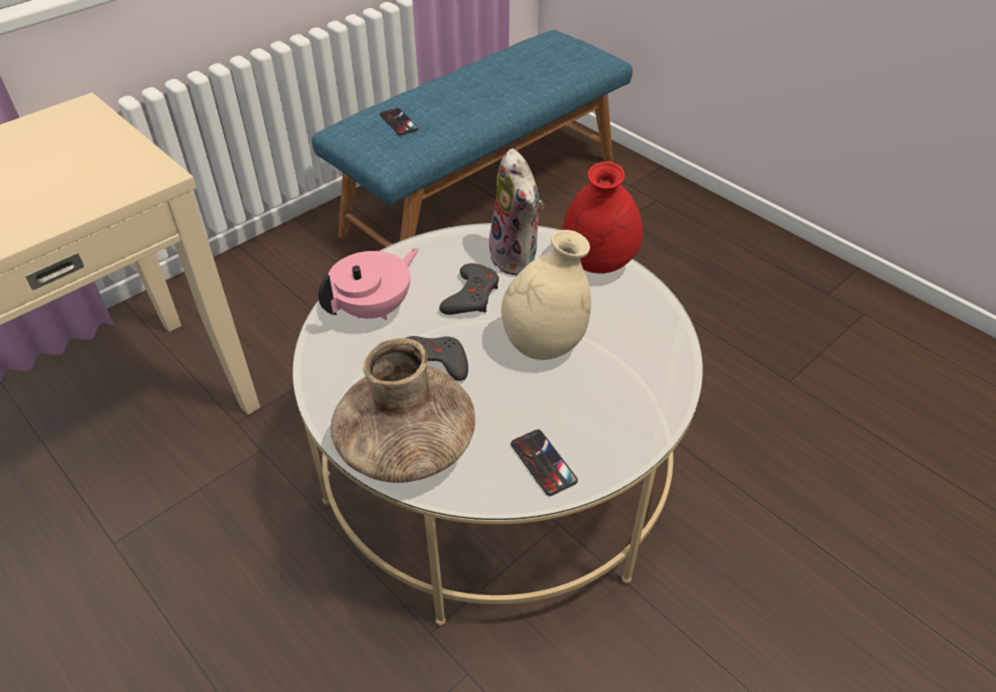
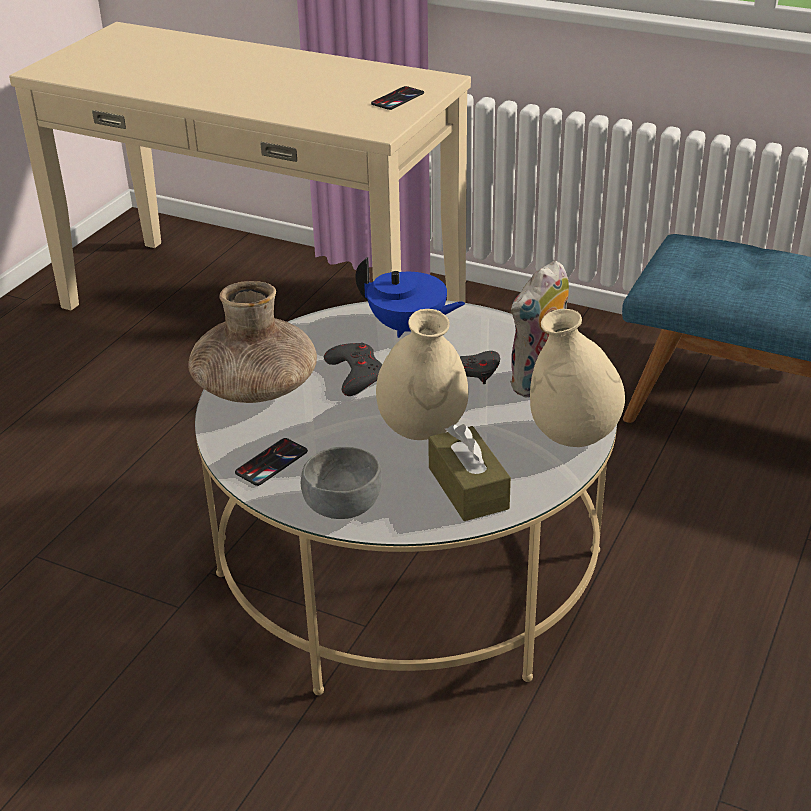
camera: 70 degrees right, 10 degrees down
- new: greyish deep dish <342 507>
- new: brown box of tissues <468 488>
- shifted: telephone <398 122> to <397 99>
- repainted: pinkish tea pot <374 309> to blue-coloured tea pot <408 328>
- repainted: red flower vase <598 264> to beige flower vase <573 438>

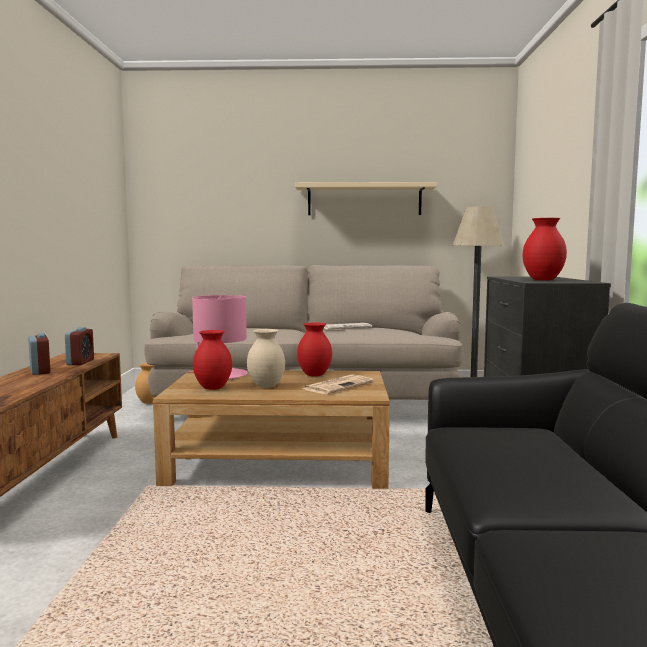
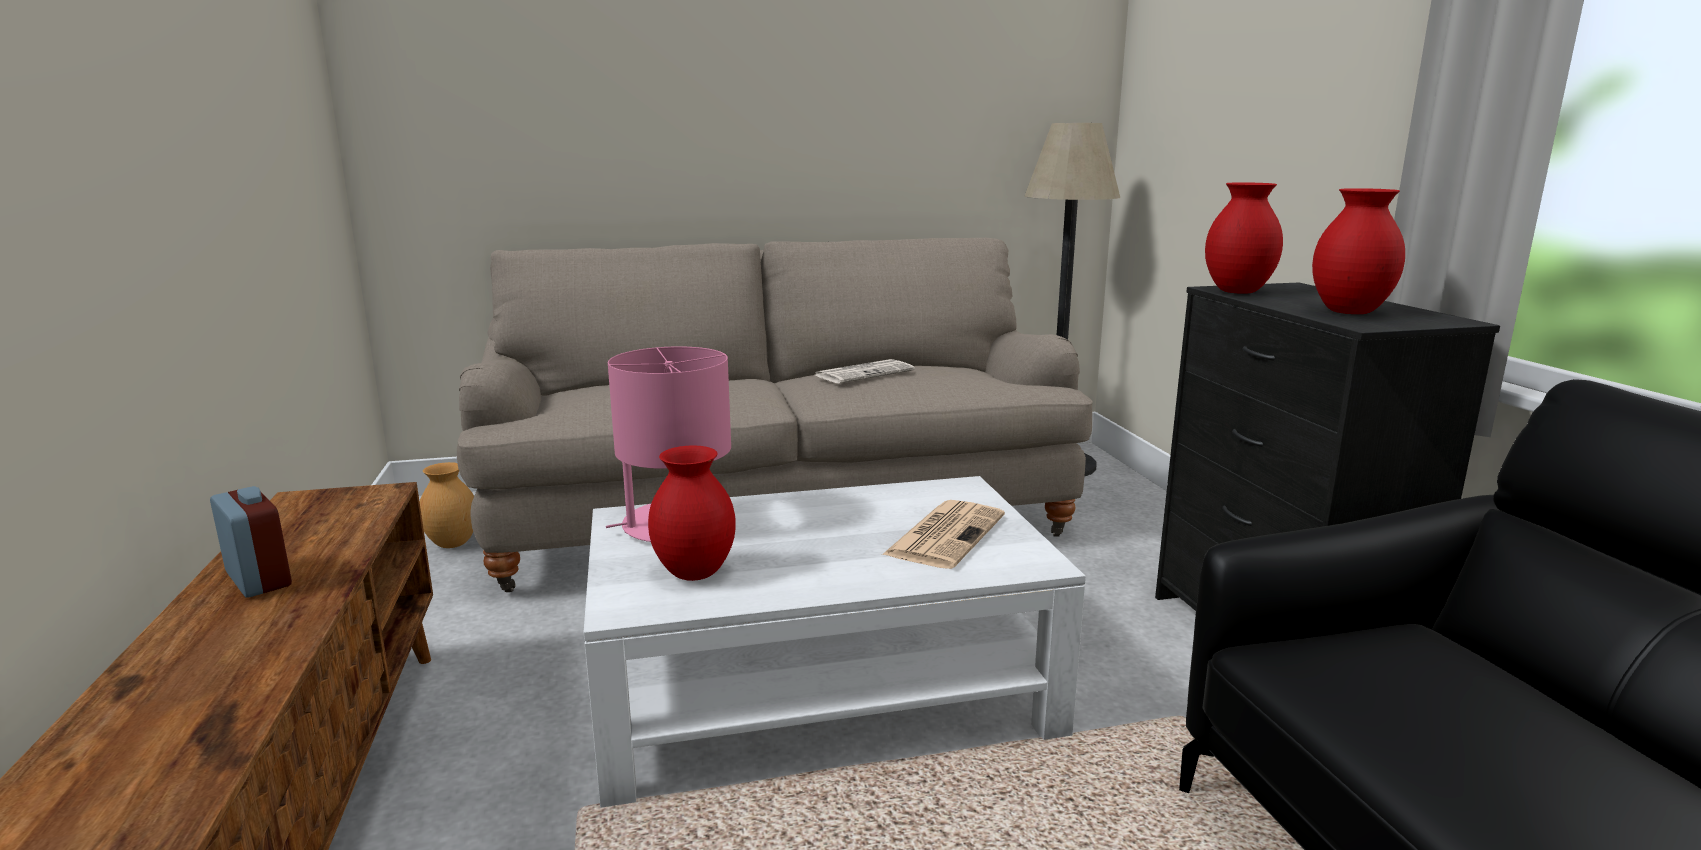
camera: 15 degrees left, 10 degrees up
- gone: table clock <80 362>
- gone: beige flower vase <265 386>
- gone: beige shelf <364 200>
- shifted: red flower vase <315 375> to <1237 291>
- repainted: brown low table <280 463> to whitish low table <822 690>

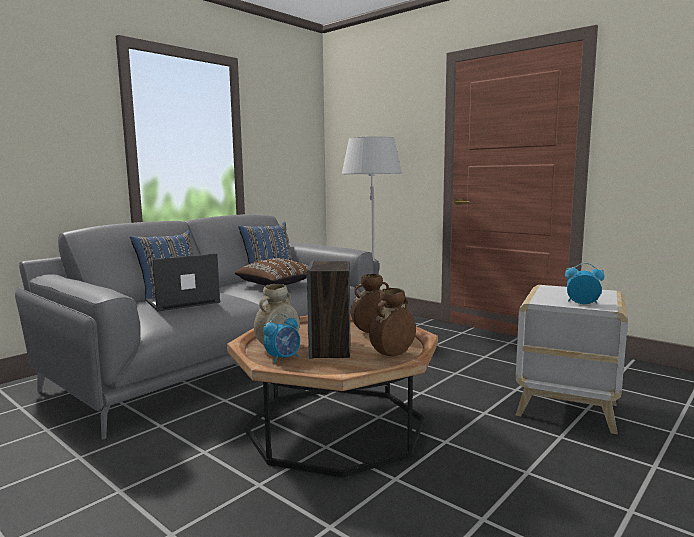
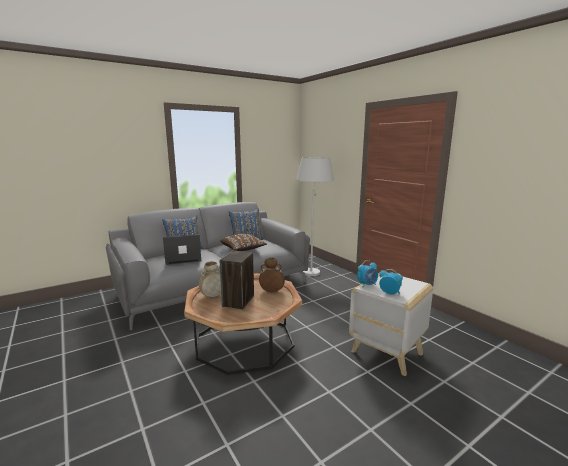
camera: 15 degrees right, 5 degrees up
- gone: brown flower vase <392 354>
- shifted: table clock <283 358> to <367 285>

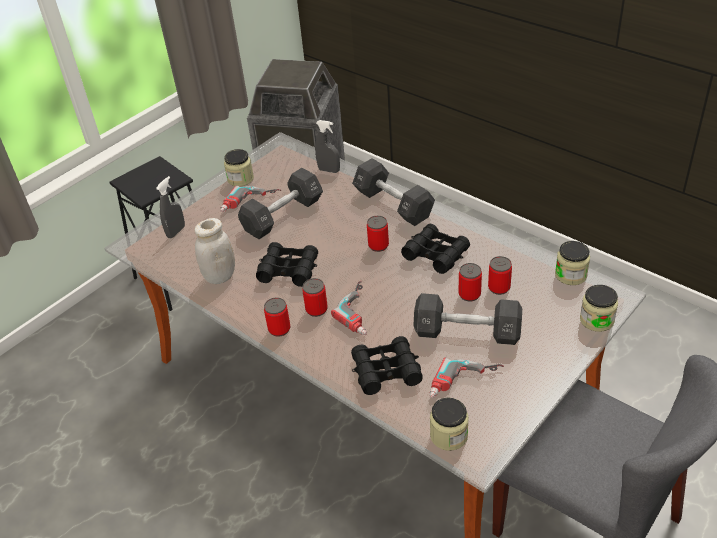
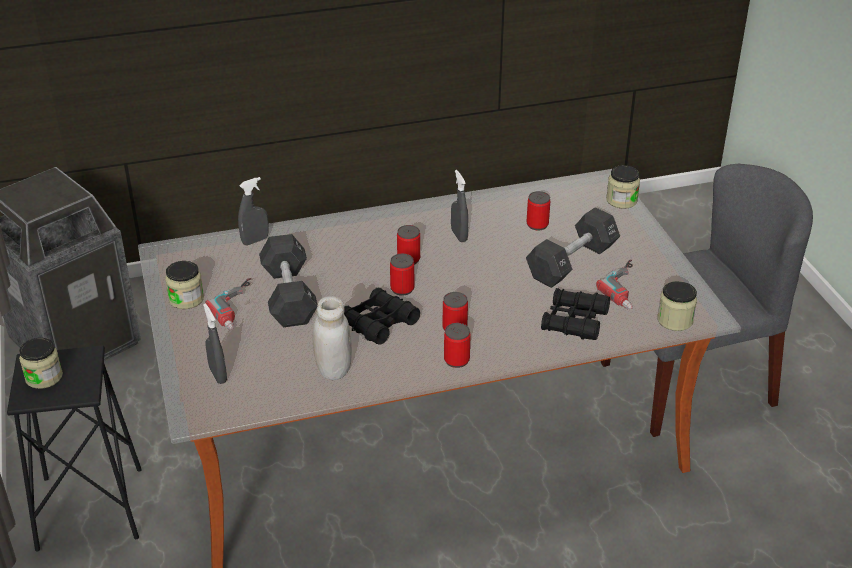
camera: 60 degrees left, 5 degrees down
- gone: electric drill <362 311>
- gone: blackish hand weight <393 204>
- shifted: sealed can <469 294> to <402 289>
- shifted: storage jar <570 275> to <44 377>
- swapped: blackish binoculars <436 254> to greyish spray bottle <459 235>

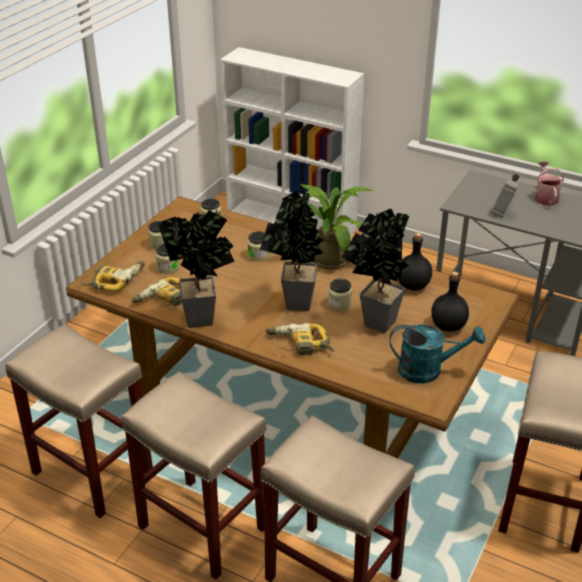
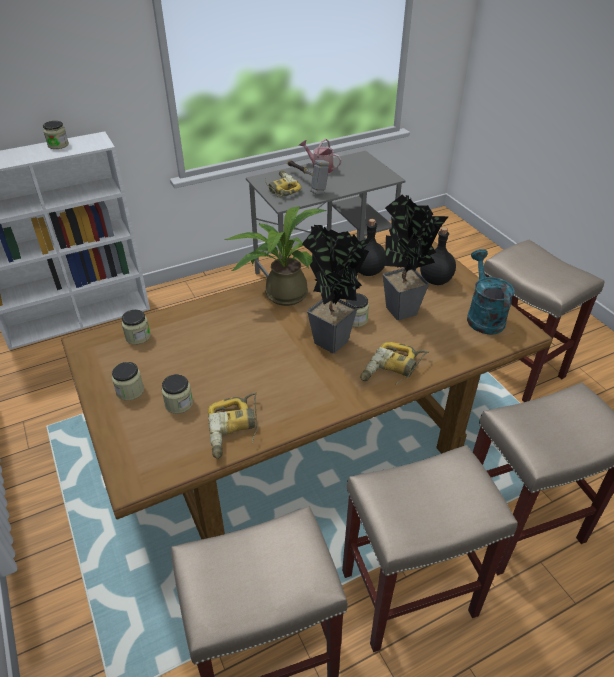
camera: 55 degrees left, 5 degrees up
- gone: potted plant <205 320>
- shifted: electric drill <115 278> to <280 188>
- shifted: storage jar <258 255> to <58 145>
- rotated: blue-green watering pot <428 370> = <483 316> 45 degrees counterclockwise

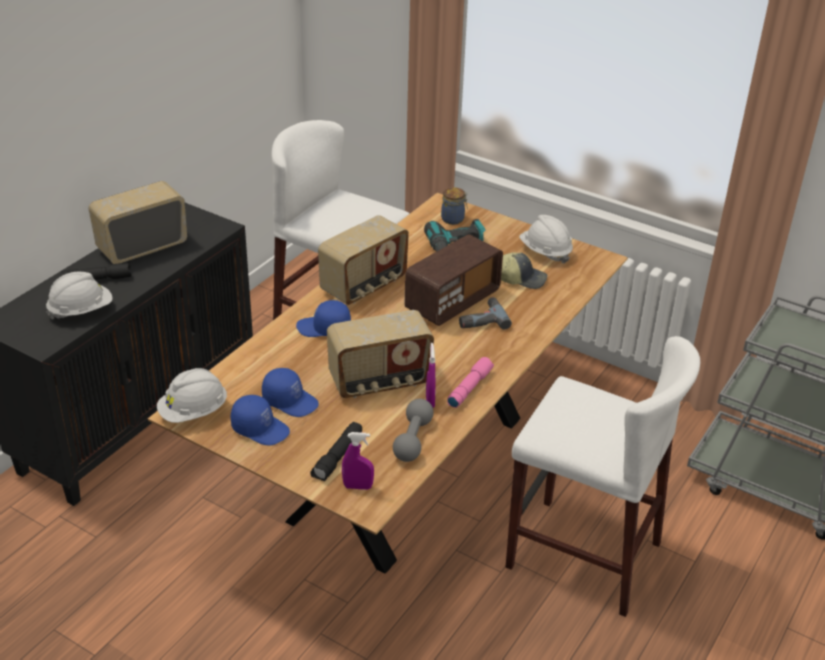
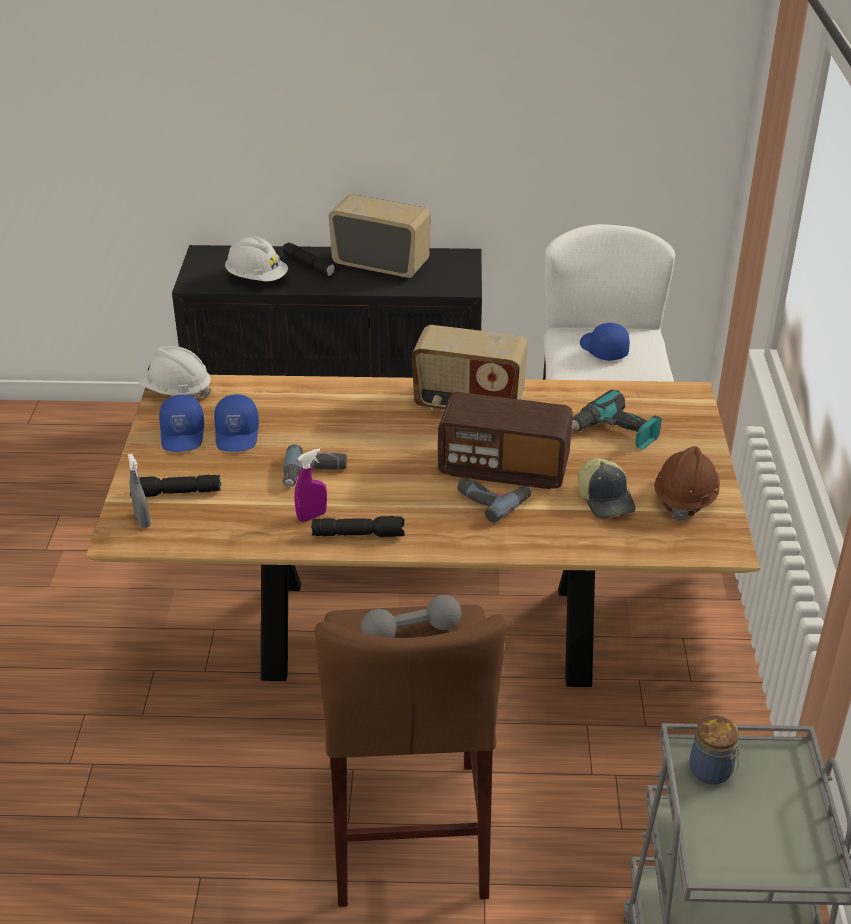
camera: 60 degrees right, 0 degrees up
- shifted: blue-coloured baseball cap <324 328> to <602 349>
- shifted: greyish hand weight <413 440> to <411 632>
- shifted: storage jar <453 219> to <712 771>
- swapped: radio receiver <380 382> to electric drill <314 474>
- repainted: purple-coloured spray bottle <358 486> to greyish spray bottle <142 520>
- repainted: pinkish hand torch <469 387> to blackish hand torch <359 534>
- repainted: whitish sitting stool <583 554> to brown sitting stool <410 830>
- repainted: whitish hard hat <545 252> to brown hard hat <685 499>

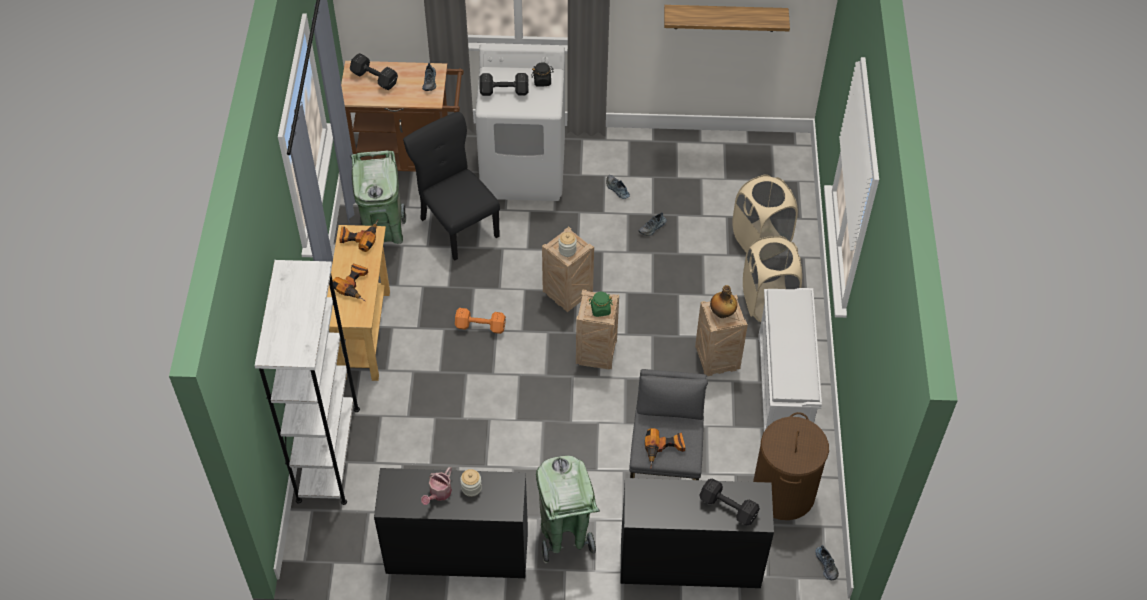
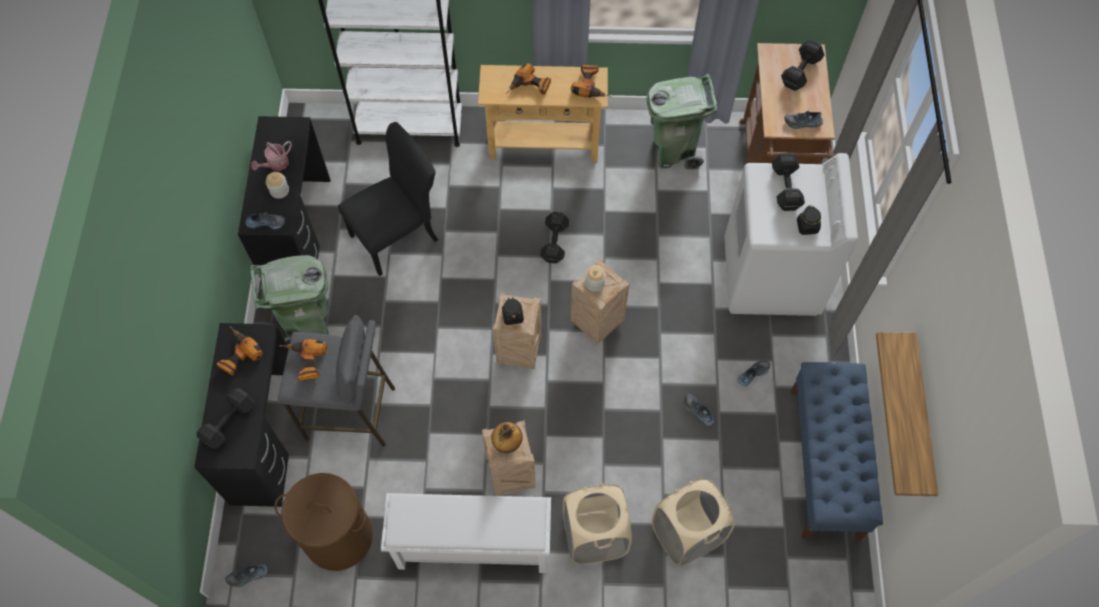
camera: 90 degrees right, 10 degrees up
- new: electric drill <237 355>
- new: item of footwear <266 222>
- new: blue-coloured long seat <824 463>
- shifted: blackish plain chair <458 225> to <397 236>
- repainted: orange-coloured hand weight <479 326> to blackish hand weight <555 241>
- repainted: greenish storage jar <600 310> to blackish storage jar <512 316>
- rotated: watering pot <438 494> = <276 164> 75 degrees counterclockwise

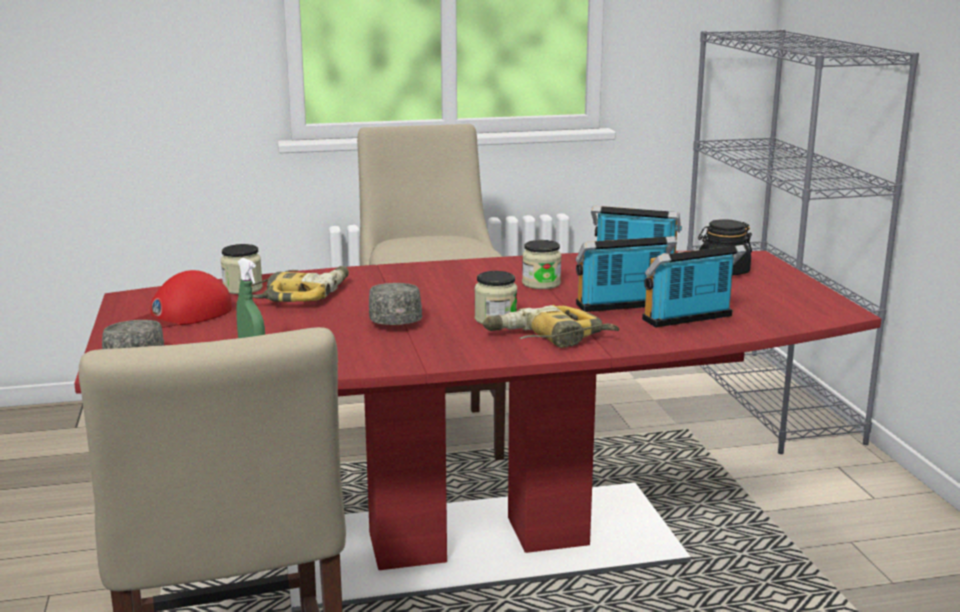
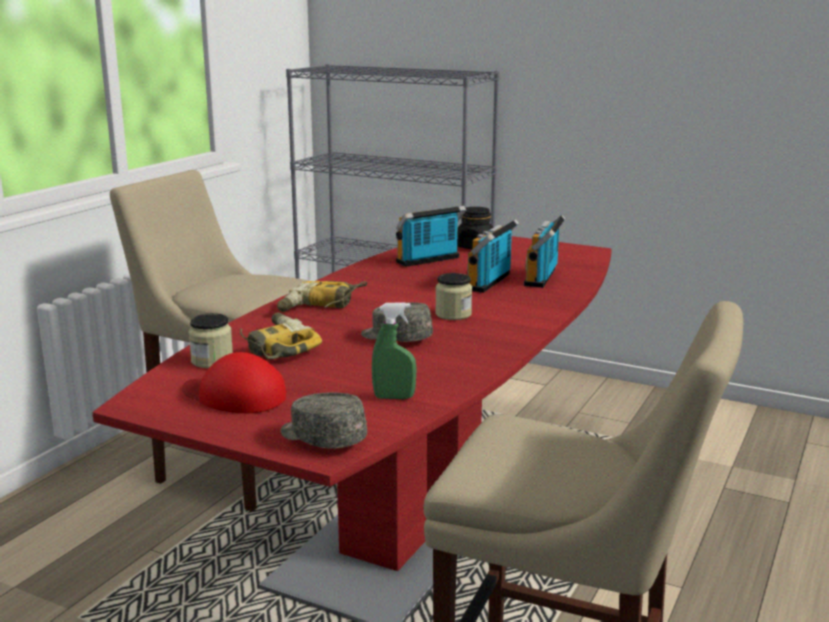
camera: 50 degrees left, 0 degrees up
- gone: storage jar <541 283>
- shifted: electric drill <548 339> to <321 306>
- rotated: red baseball cap <184 314> = <234 396> 120 degrees clockwise

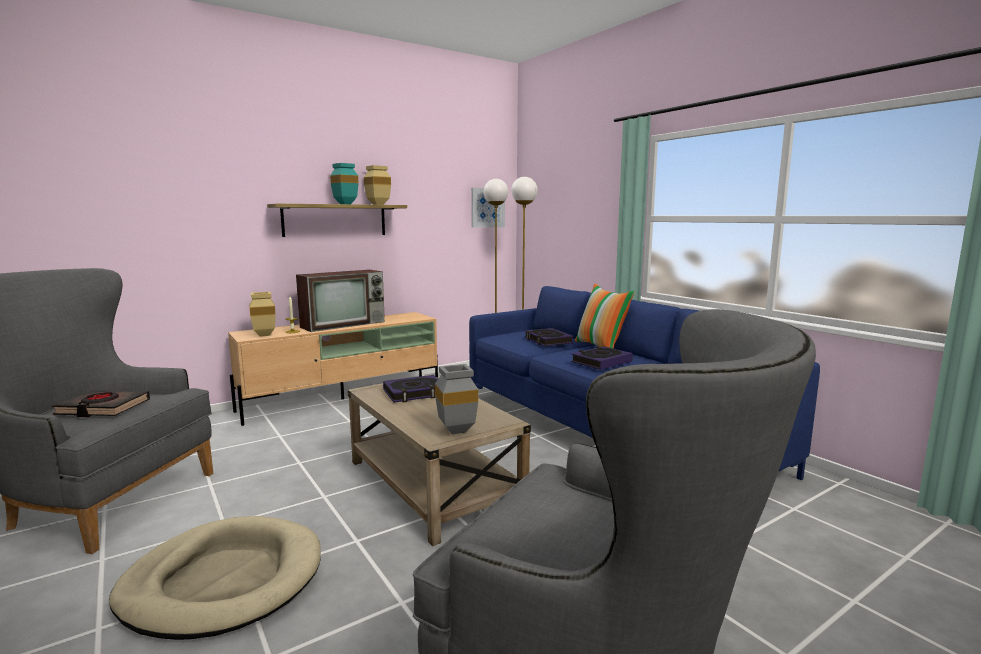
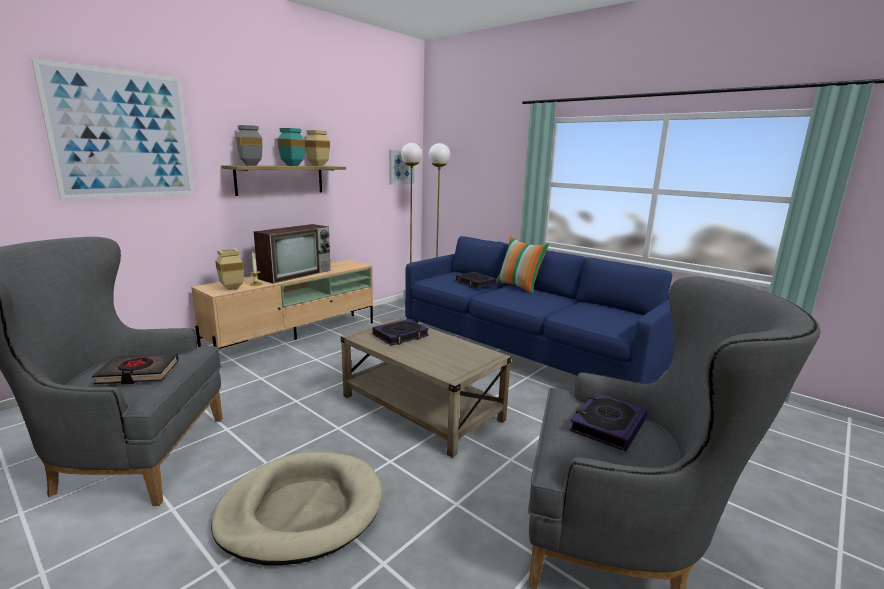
camera: 15 degrees left, 5 degrees up
- new: picture <123 135>
- shifted: greyish flower vase <455 432> to <250 165>
- shifted: book <601 362> to <607 425>

